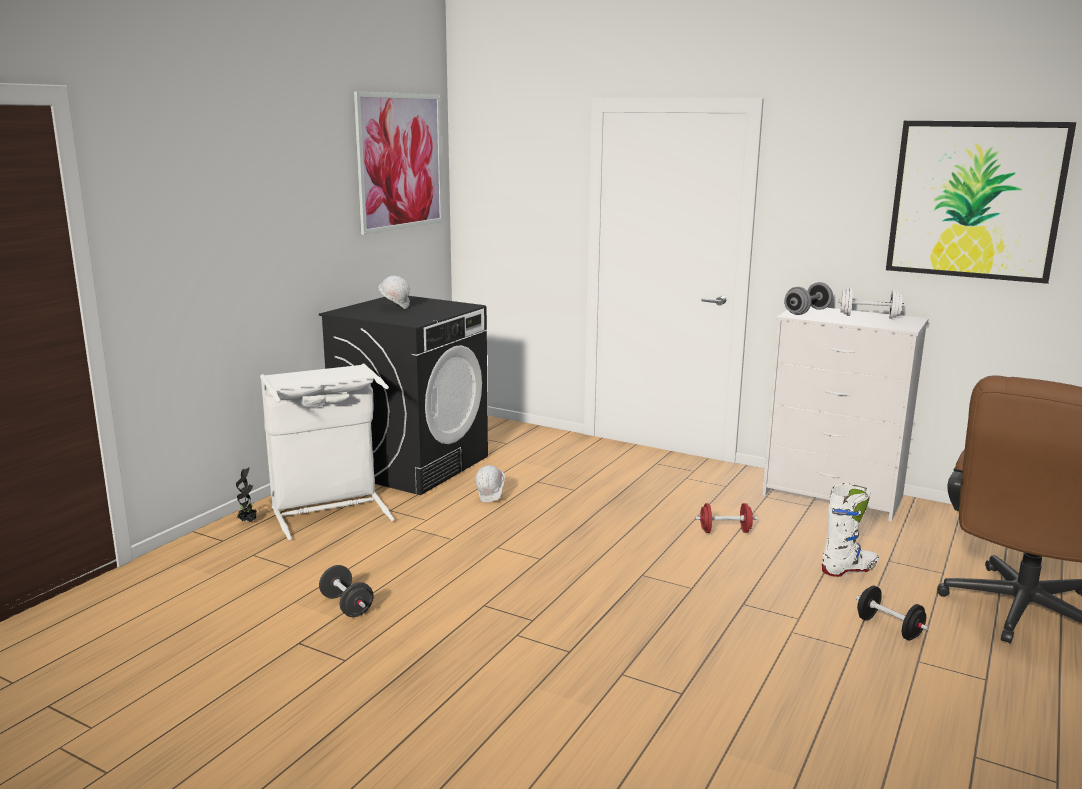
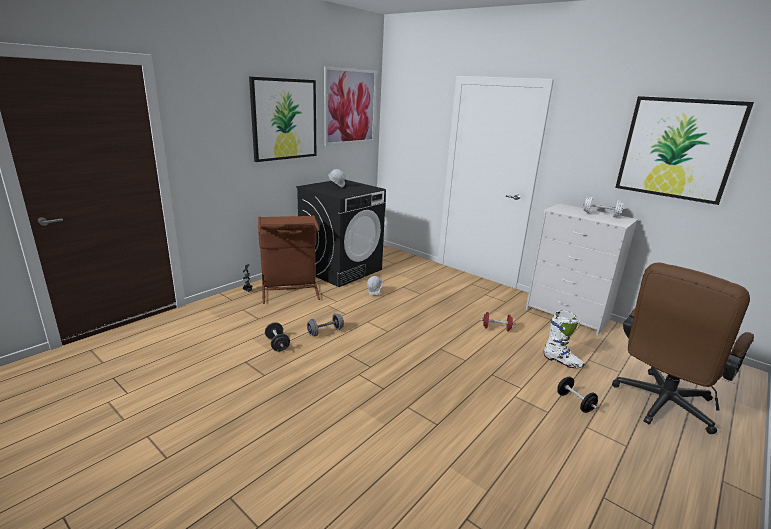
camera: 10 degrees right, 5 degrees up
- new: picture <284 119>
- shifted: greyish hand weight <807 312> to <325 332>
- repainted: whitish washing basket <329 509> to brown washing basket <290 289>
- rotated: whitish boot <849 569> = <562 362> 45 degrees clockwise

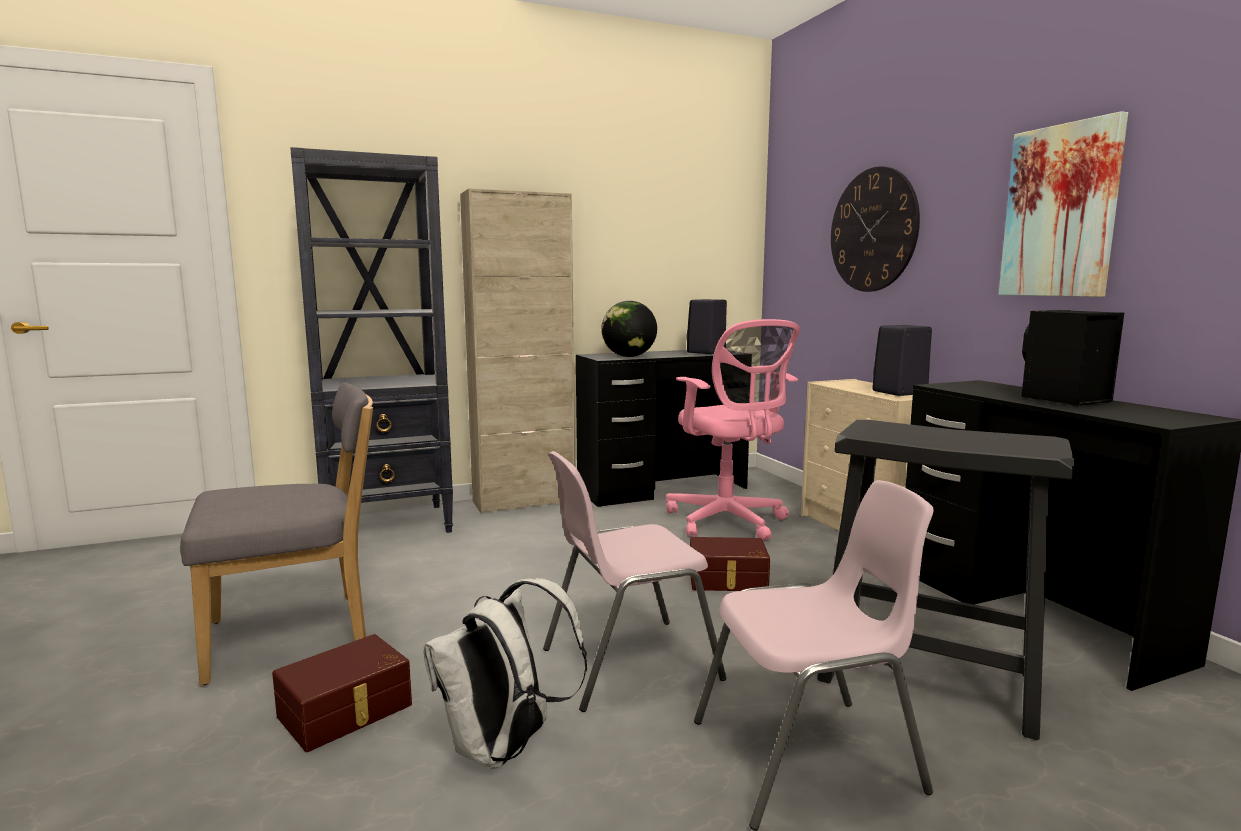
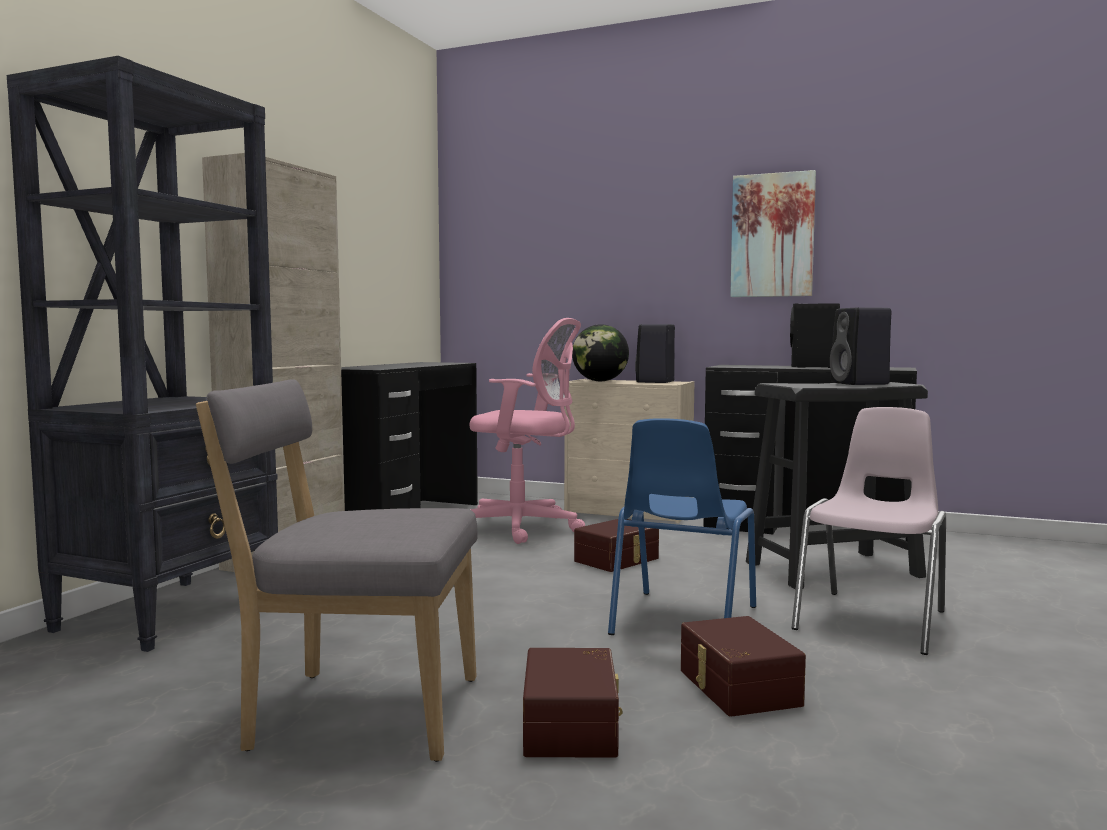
camera: 45 degrees left, 5 degrees down
- gone: wall clock <873 230>
- shifted: globe <629 356> to <600 381>
- shifted: blackish loudspeaker <706 352> to <860 383>
- swapped: whitish backpack <505 749> to brown storage container <736 688>
- repainted: pinkish plain chair <627 663> to blue-coloured plain chair <681 621>
- rotated: greyish plain chair <297 635> = <355 712> 105 degrees counterclockwise

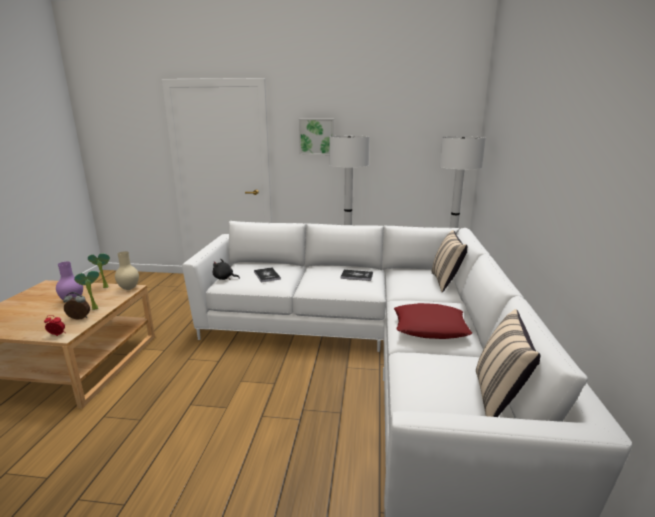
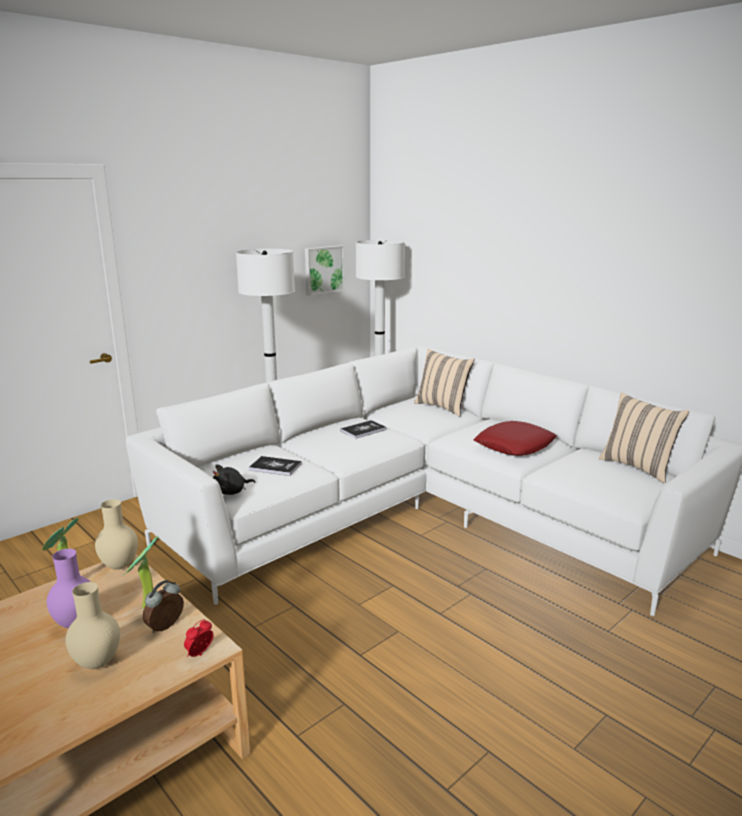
camera: 50 degrees left, 0 degrees up
- new: beige flower vase <96 663>
- shifted: picture <316 136> to <323 270>

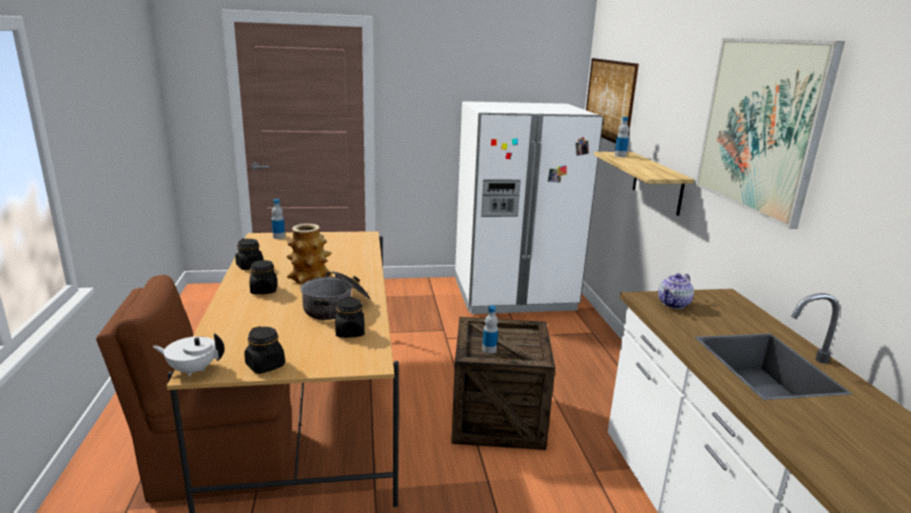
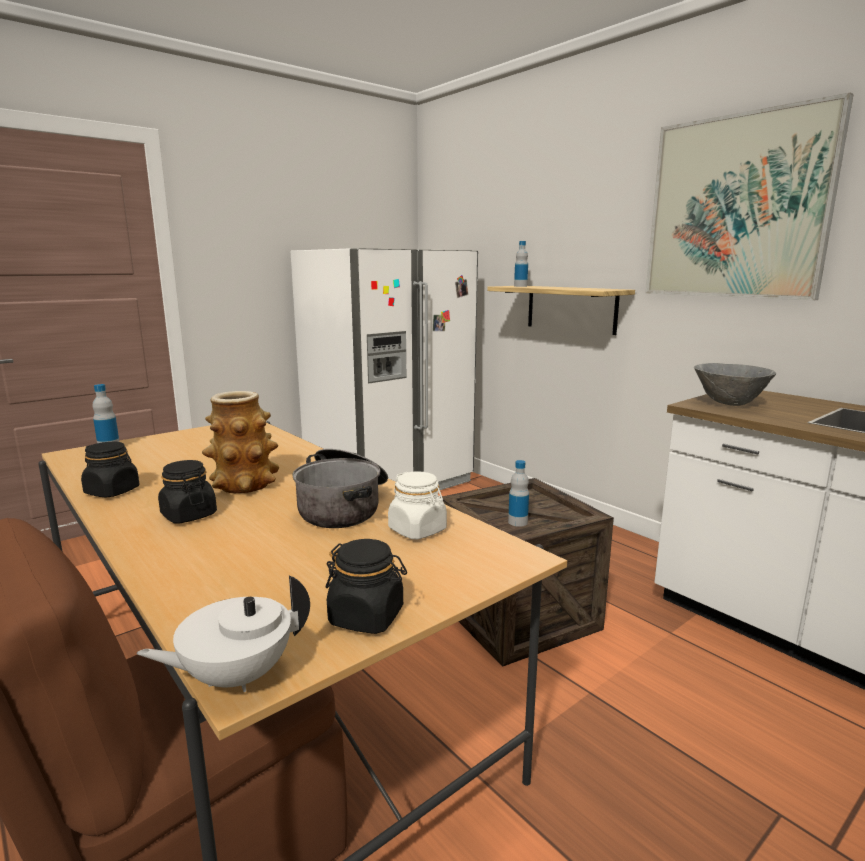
camera: 30 degrees left, 5 degrees down
- gone: picture <609 100>
- swapped: tea pot <674 304> to greyish deep dish <729 404>
- repainted: blackish storage jar <350 332> to whitish storage jar <417 530>

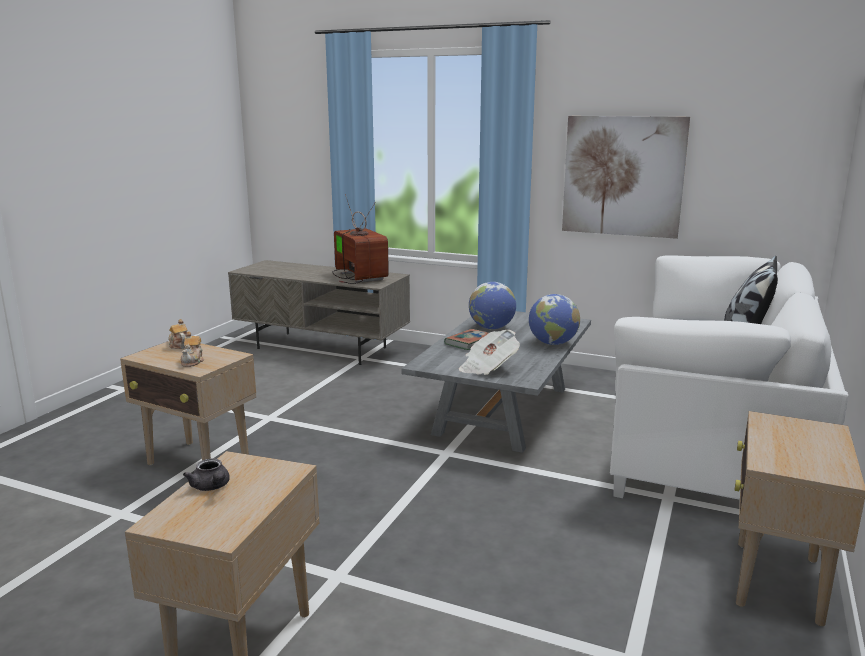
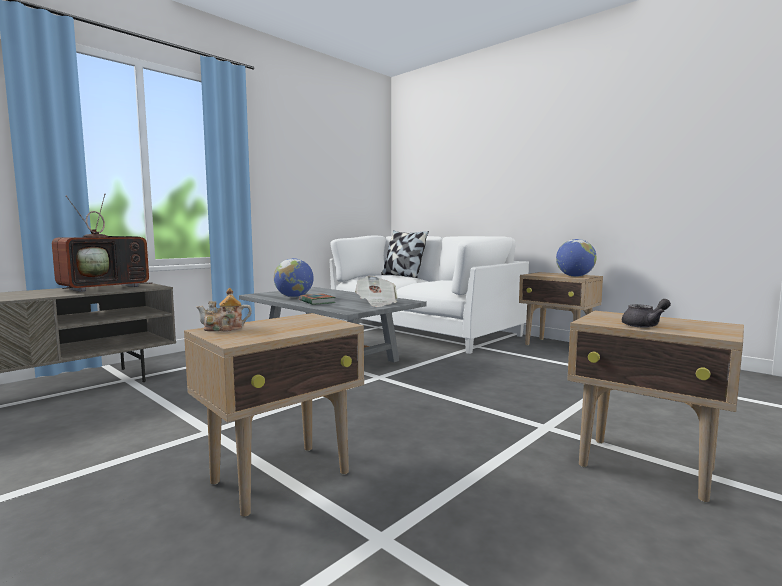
camera: 70 degrees left, 10 degrees down
- gone: tea pot <193 361>
- gone: picture <623 176>
- shifted: globe <552 343> to <575 276>
- rotated: TV set <358 276> = <106 287> 135 degrees clockwise

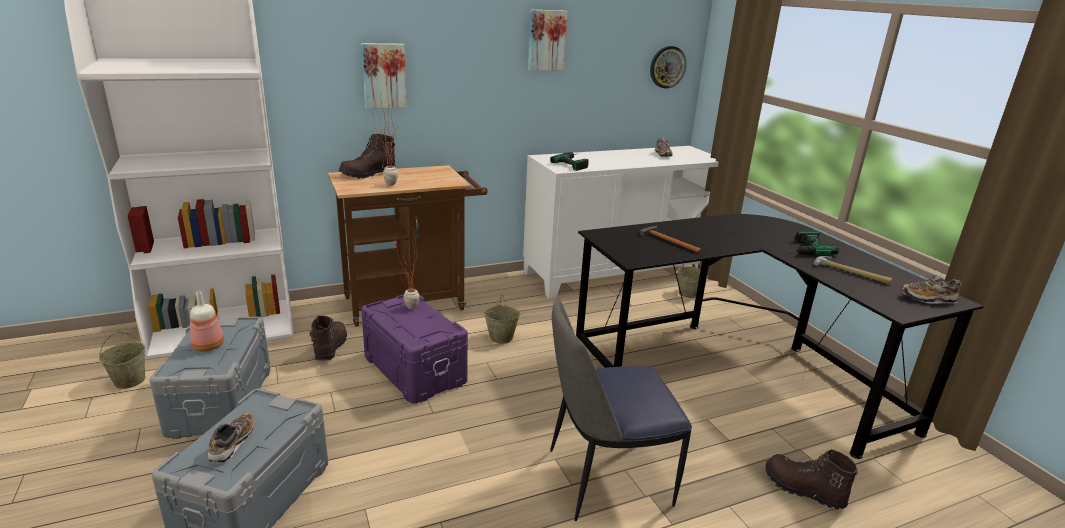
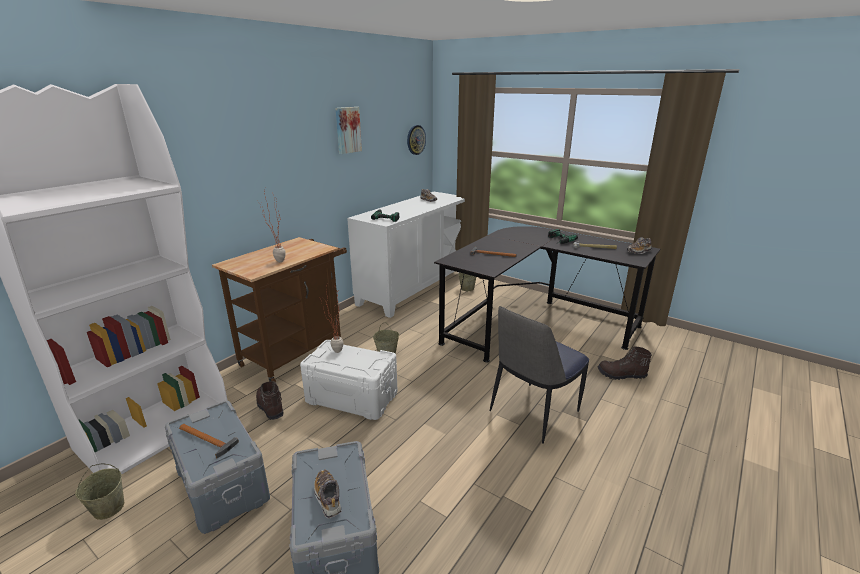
camera: 30 degrees left, 0 degrees up
- gone: brown boot <368 174>
- gone: picture <384 75>
- swapped: bottle <207 346> to hand hammer <207 440>
- repainted: purple-coloured storage container <415 369> to whitish storage container <352 396>

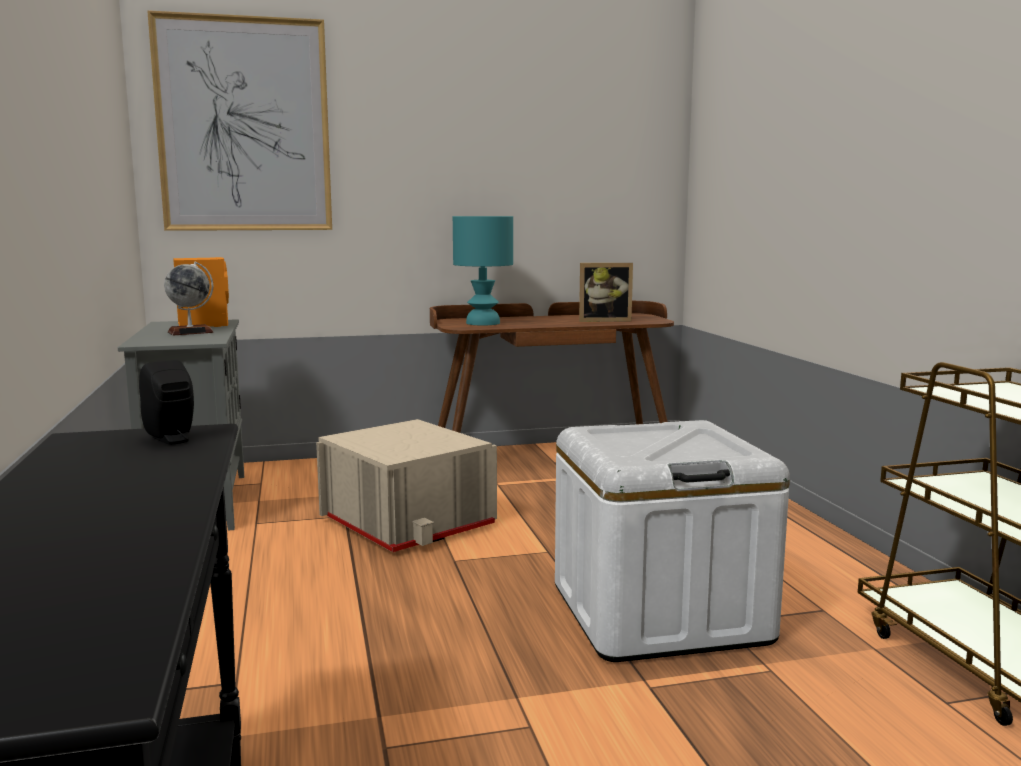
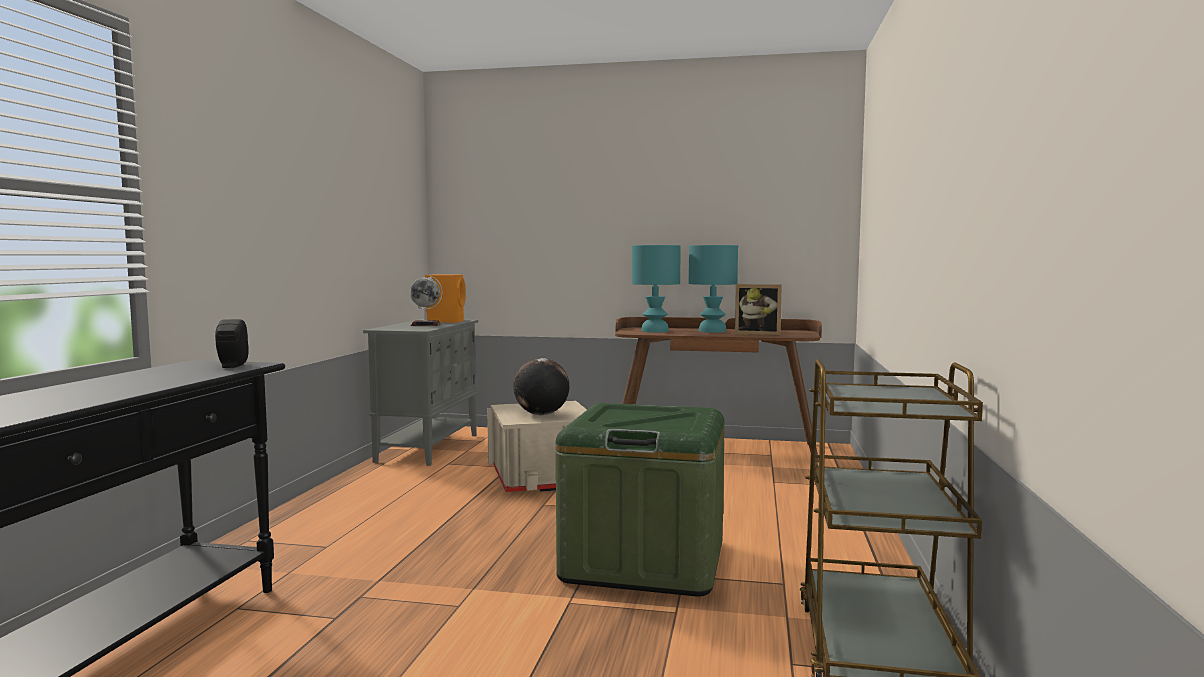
camera: 25 degrees right, 5 degrees down
- gone: picture <244 125>
- new: globe <541 414>
- new: blue-green tabletop lamp <711 331>
- repainted: whitish storage container <659 613> to greenish storage container <644 561>

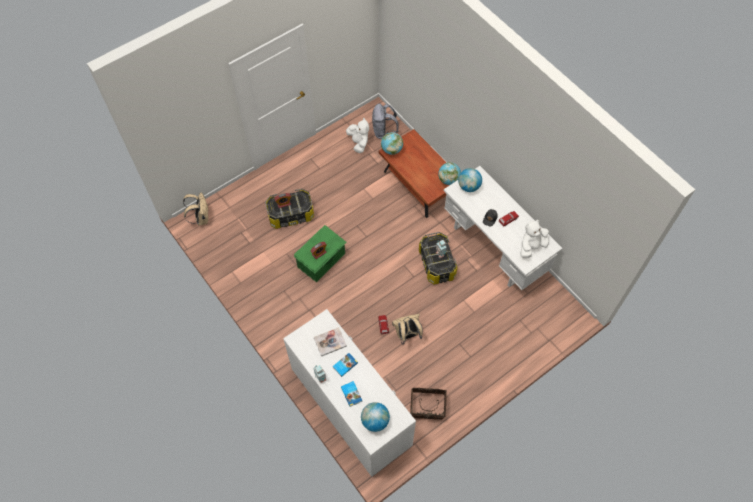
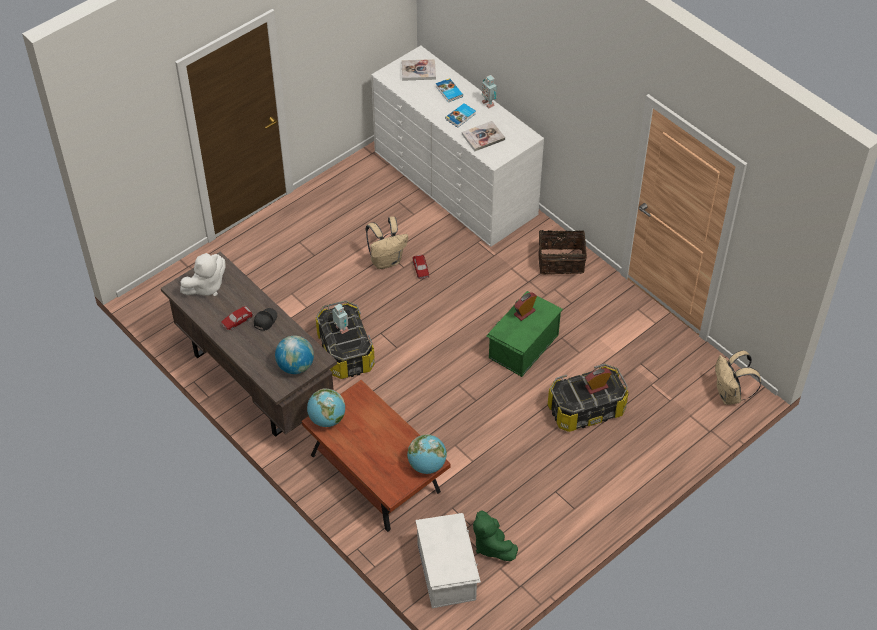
camera: 175 degrees right, 10 degrees down
- shifted: storage basket <427 407> to <560 260>
- swapped: globe <375 421> to book <418 71>
- swapped: greyish backpack <383 131> to whitish storage container <447 571>
- repainted: whitish soft toy <358 142> to greenish soft toy <491 545>
- repainted: whitish desk <494 248> to brown desk <254 380>

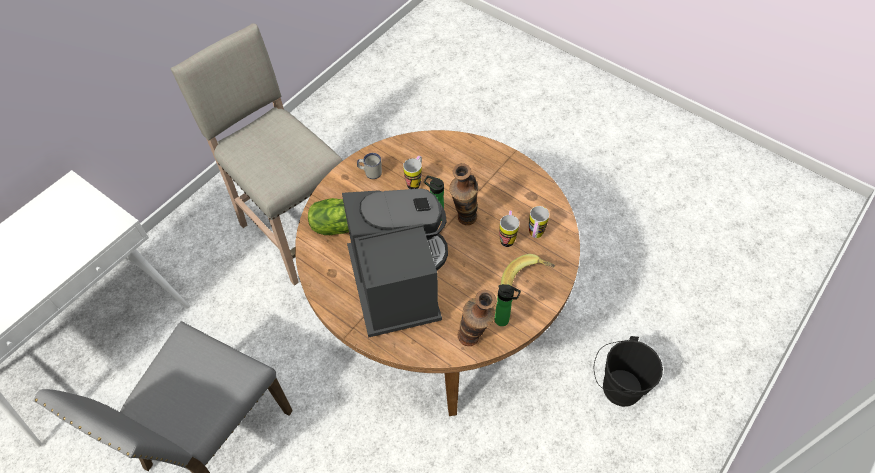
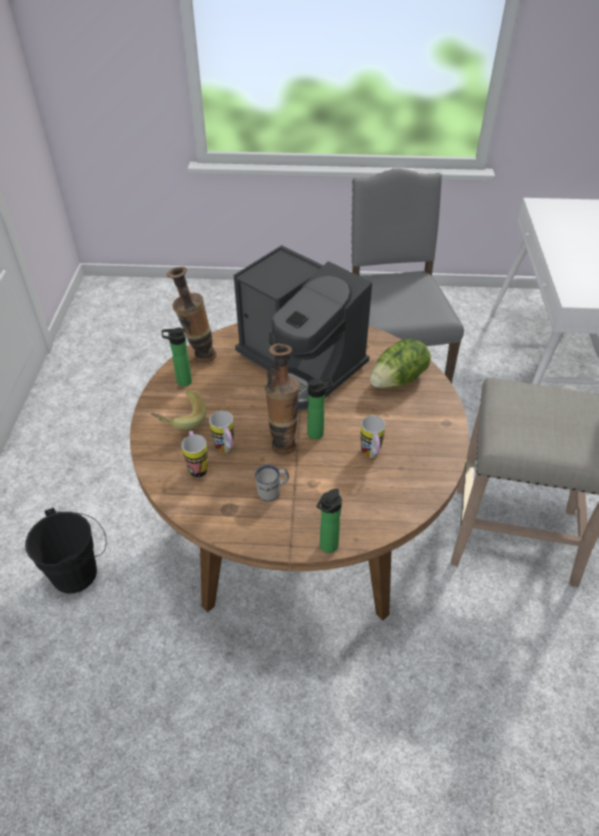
camera: 145 degrees right, 10 degrees down
- new: bottle <327 547>
- shifted: whitish mug <370 172> to <273 491>

